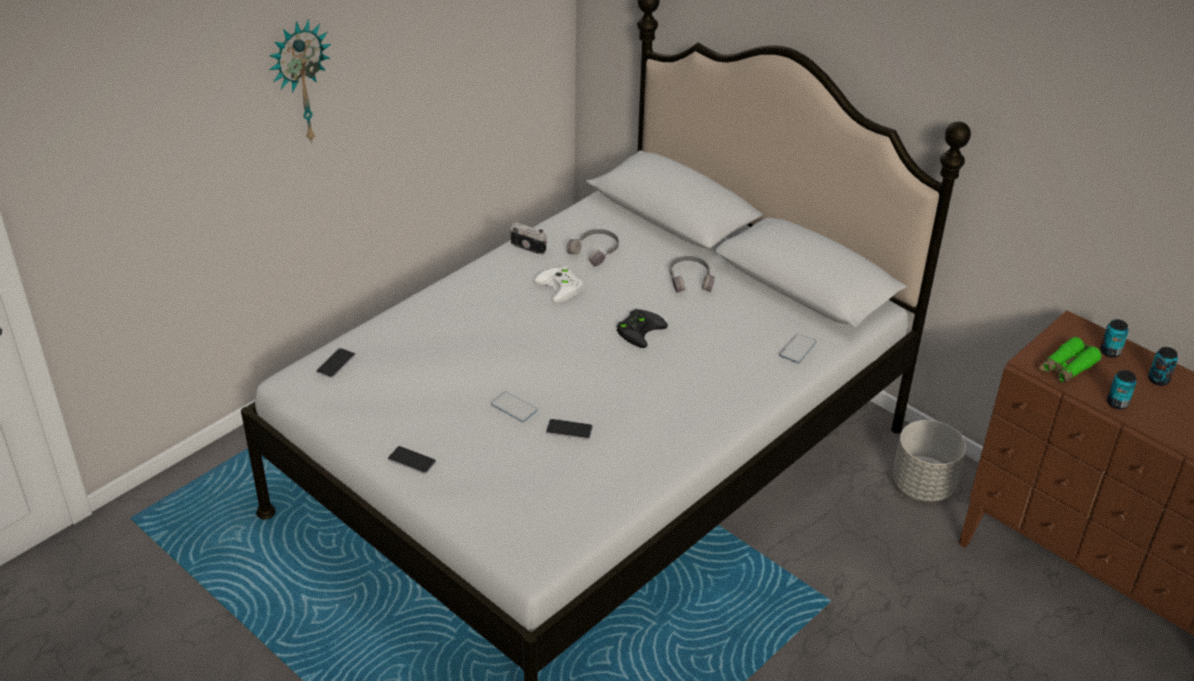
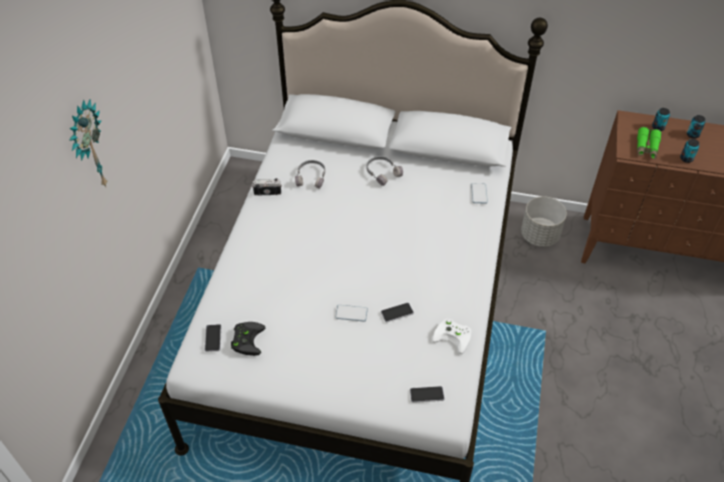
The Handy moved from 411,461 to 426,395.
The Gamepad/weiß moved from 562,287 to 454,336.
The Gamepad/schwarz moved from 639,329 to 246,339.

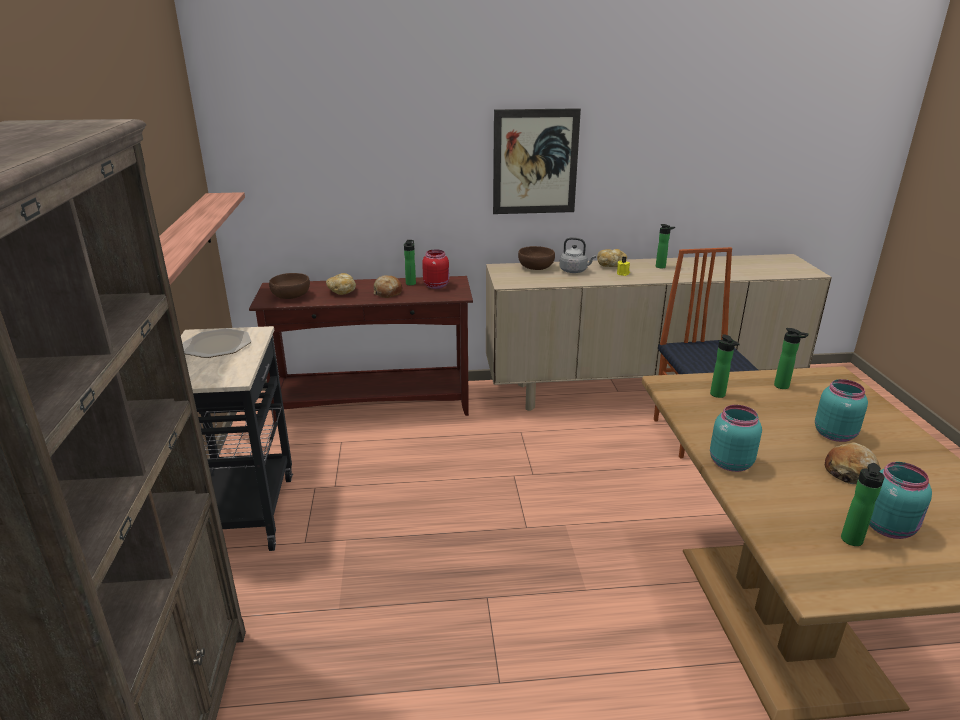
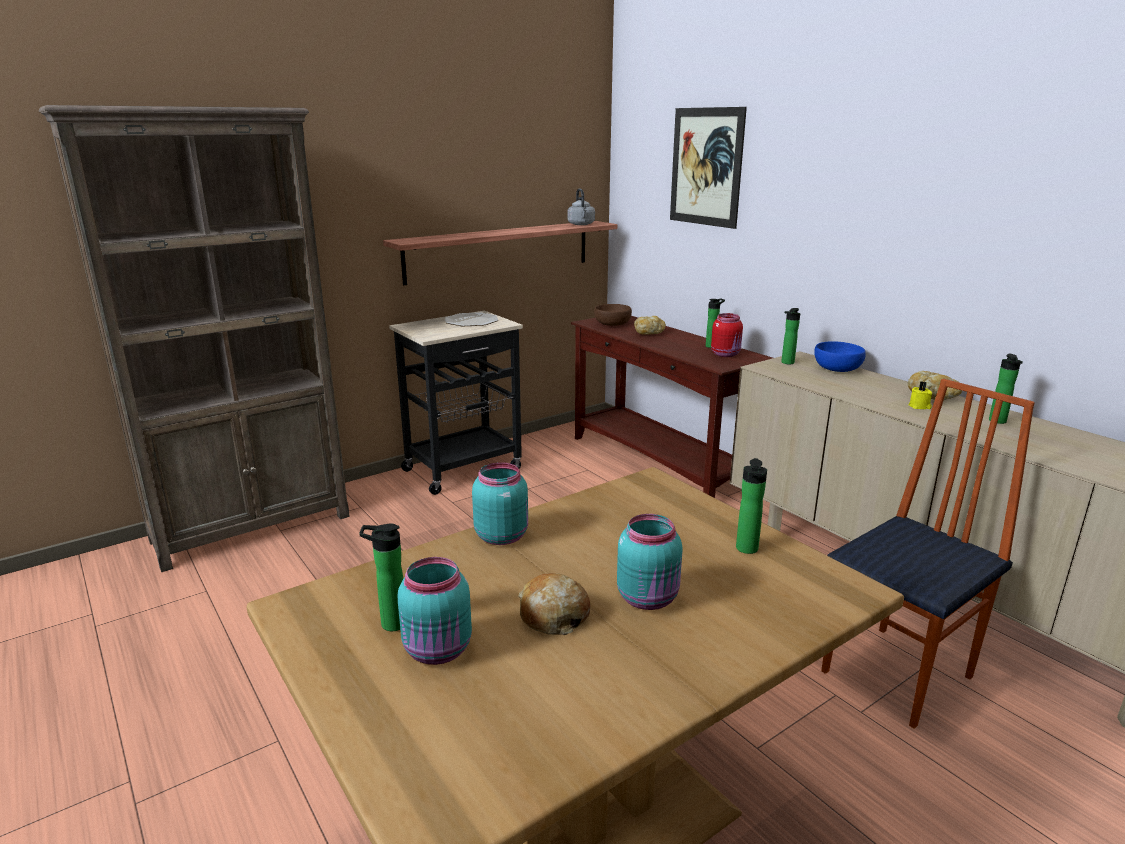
The Brot at 387,292 disappeared.
The Bild moved from 535,162 to 706,167.
The Wasserkessel/grau moved from 574,271 to 581,224.
The Flasche moved from 719,395 to 786,363.
The Schüssel/braun at 535,268 became the Schüssel/blau at 836,369.

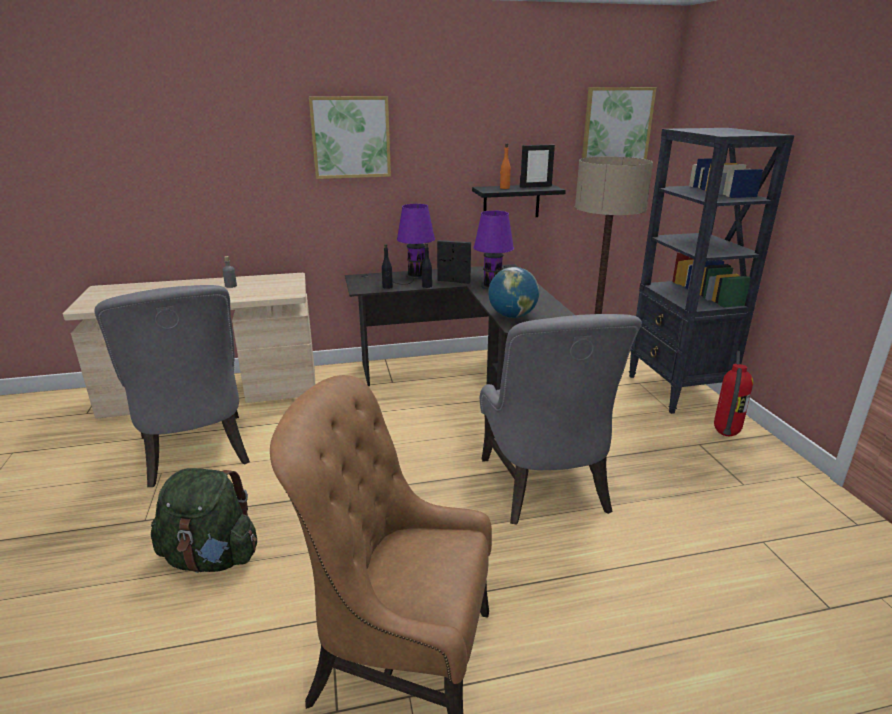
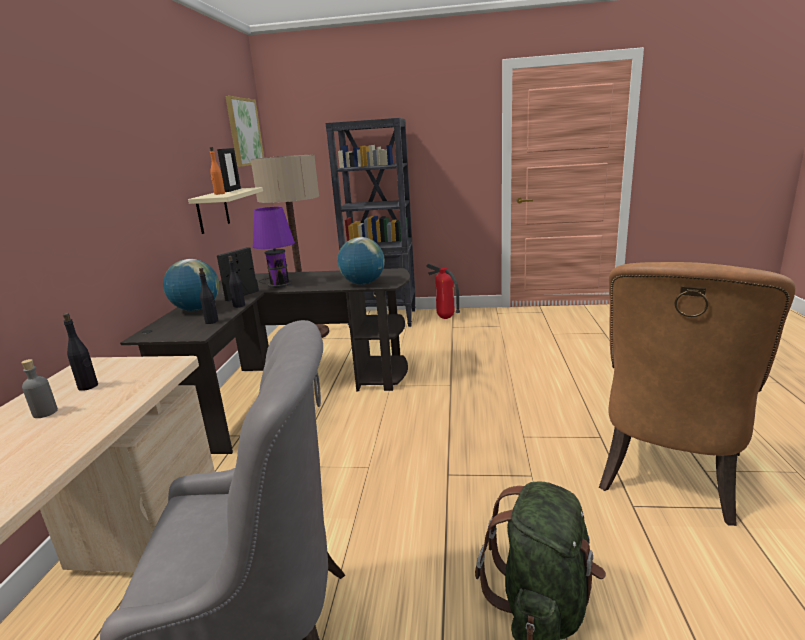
The Bild at 351,137 disappeared.
The Stuhl/grau at 545,485 disappeared.
The Flasche/schwarz at 88,386 appeared.
The Tischlampe/lila at 414,276 was replaced by the Globus at 196,309.
The Wandregal/schwarz at 511,202 became the Wandregal/beige at 213,211.

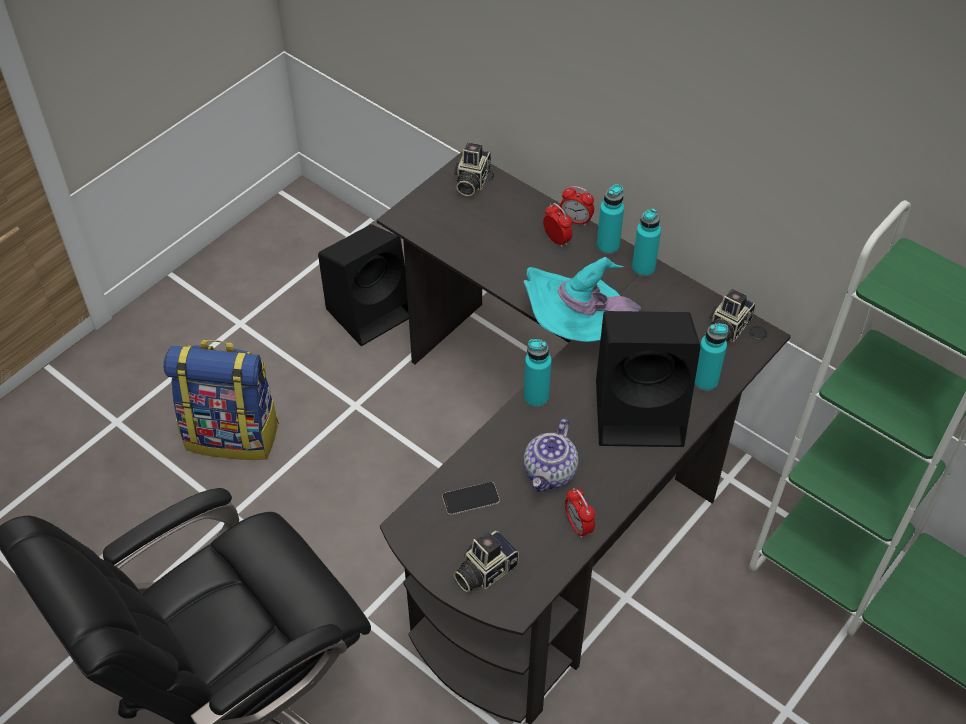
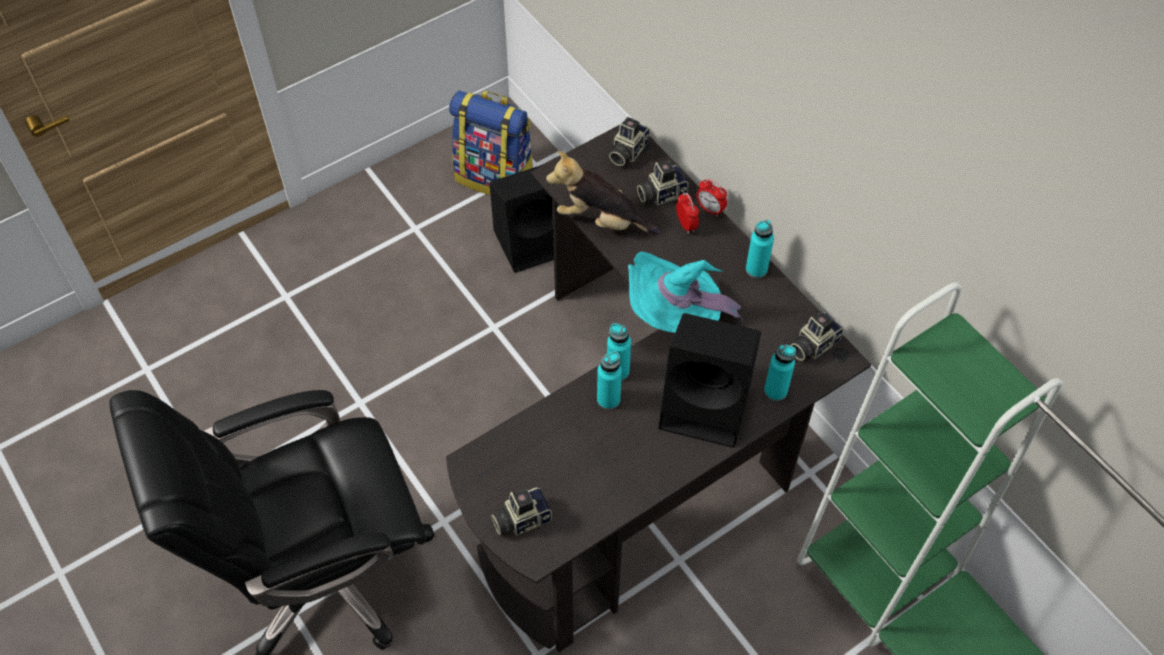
The Handy at 470,499 disappeared.
The Teekanne at 550,473 disappeared.
The Wecker at 578,526 disappeared.
The Plüschtier at 601,220 appeared.
The Kamera at 660,193 appeared.
The Rucksack moved from 233,434 to 496,177.
The Flasche/türkis moved from 608,246 to 608,399.

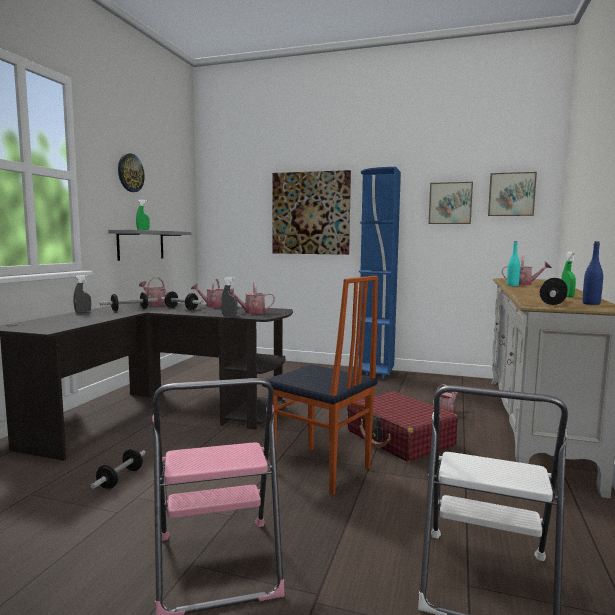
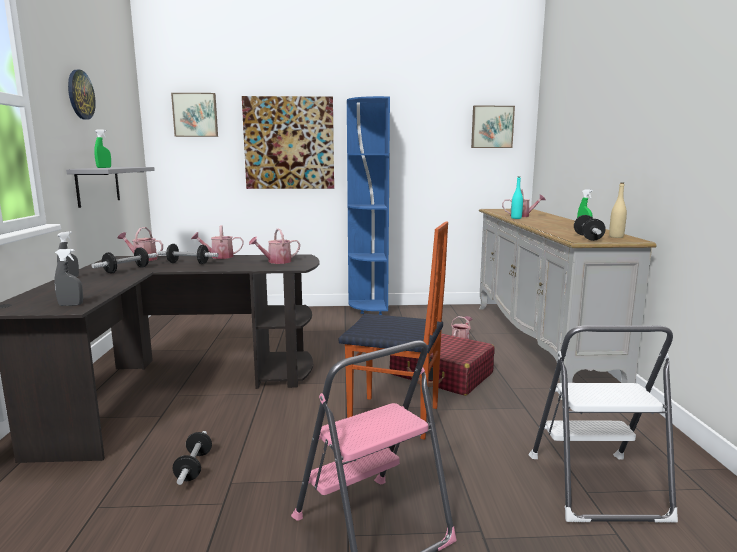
The Sprühflasche/grau moved from 229,315 to 71,305.
The Bild moved from 450,203 to 195,115.
The Flasche/blau at 591,304 became the Flasche/beige at 616,237.

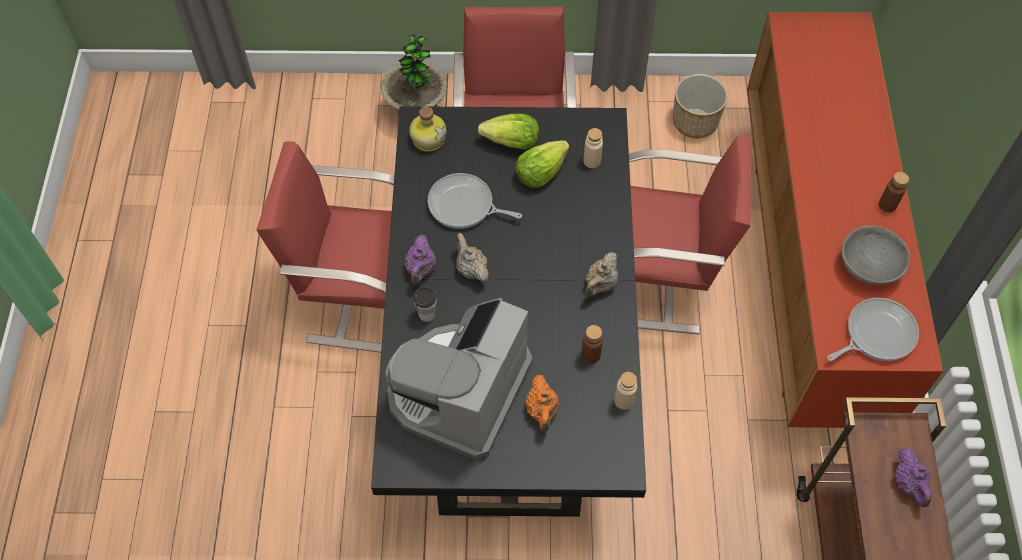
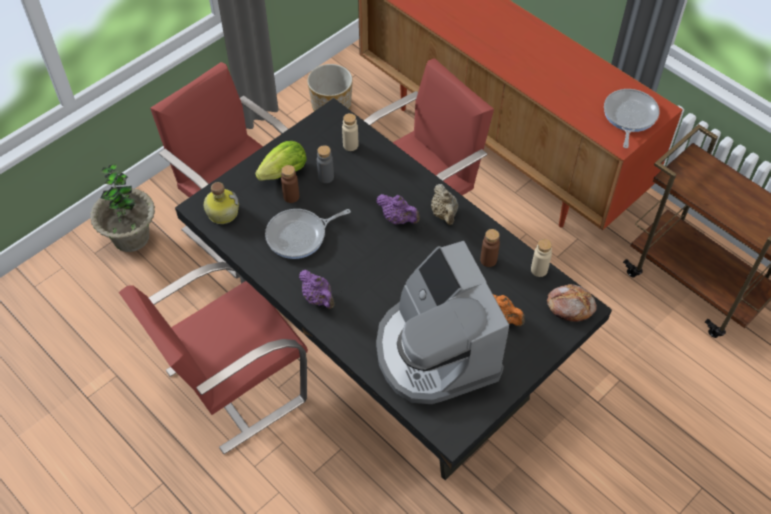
The Tasse at 427,314 disappeared.
The Teekanne/beige at 471,269 disappeared.
The Schüssel/grau at 870,266 disappeared.
The Brot at 570,306 appeared.
The Flasche/braun moved from 887,204 to 291,196.
The Teekanne/lila moved from 908,484 to 398,219.
The Salatkopf at 540,173 was replaced by the Flasche/grau at 326,177.

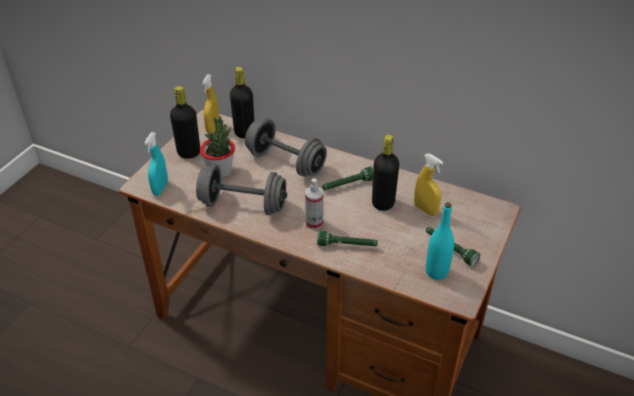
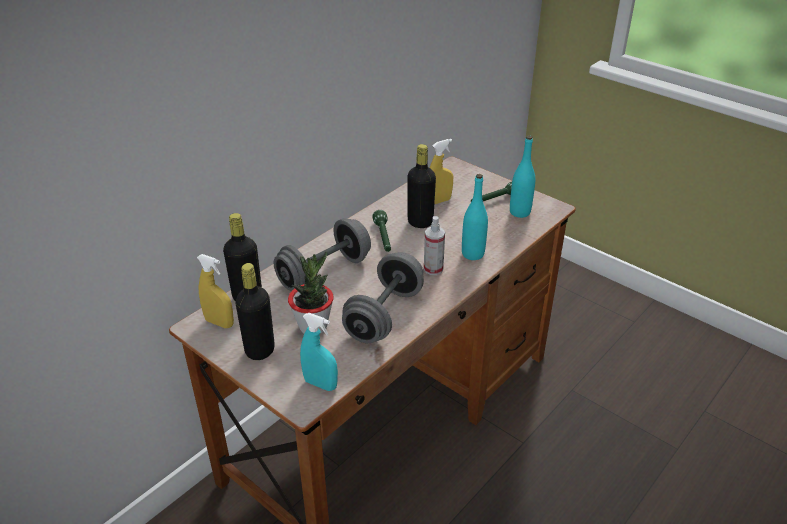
The Taschenlampe/grün at 347,245 was replaced by the Flasche/türkis at 472,254.

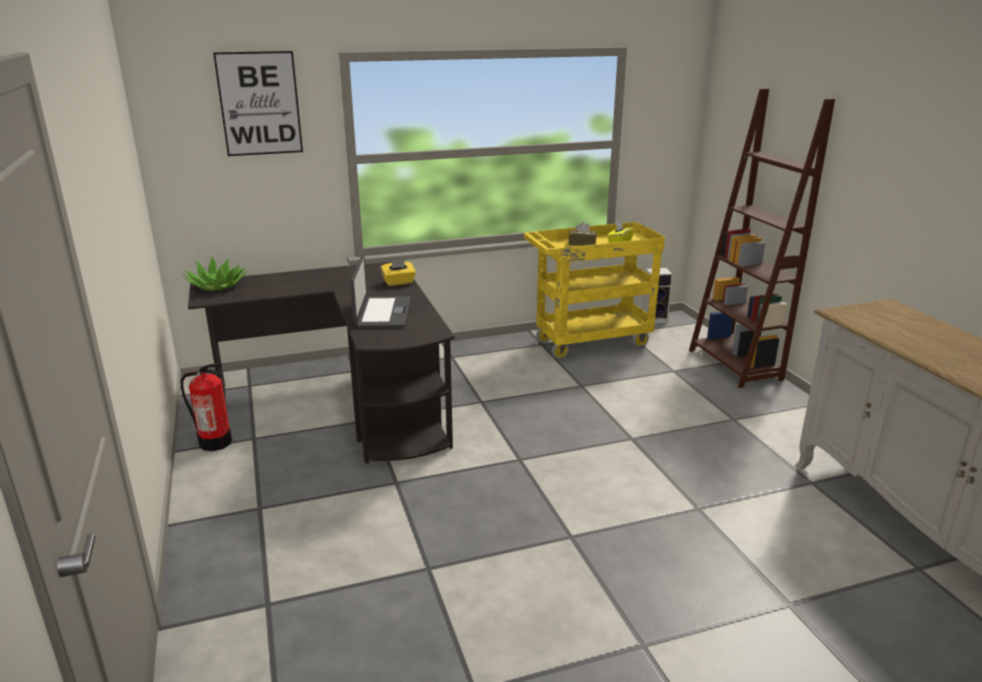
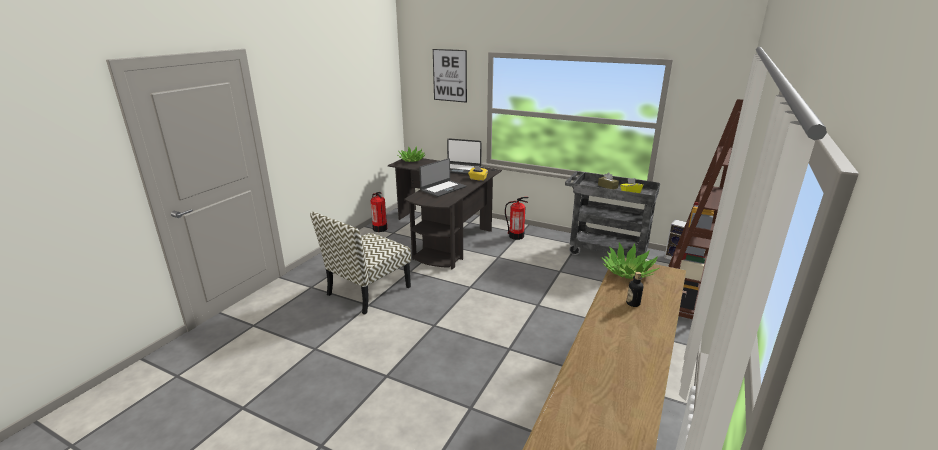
The Stuhl at 368,291 appeared.
The Laptop at 460,169 appeared.
The Feuerlöscher at 516,236 appeared.
The Topfpflanze at 628,272 appeared.
The Flasche at 633,303 appeared.
The Rollwagen/gelb at 587,344 became the Rollwagen/schwarz at 603,254.

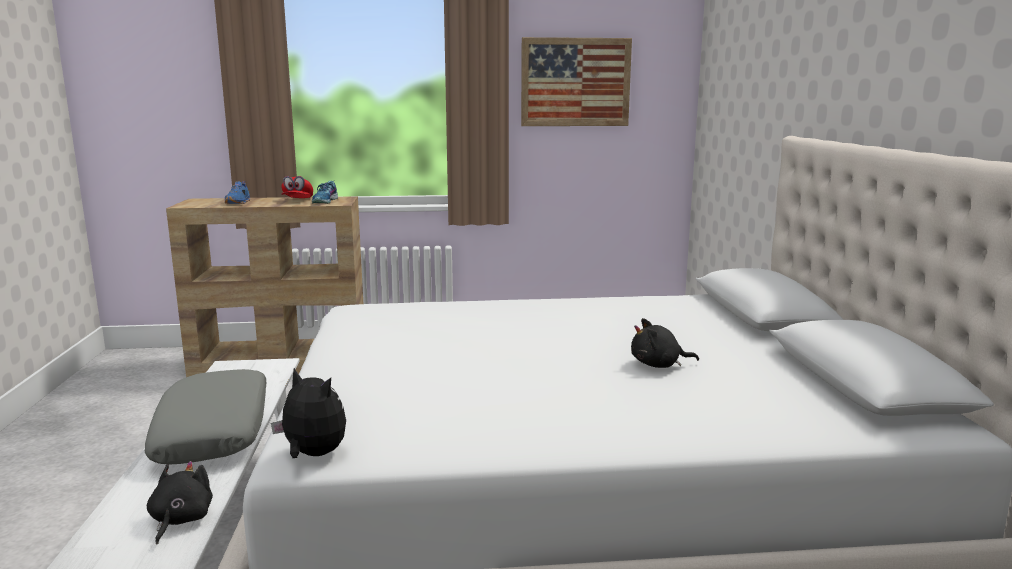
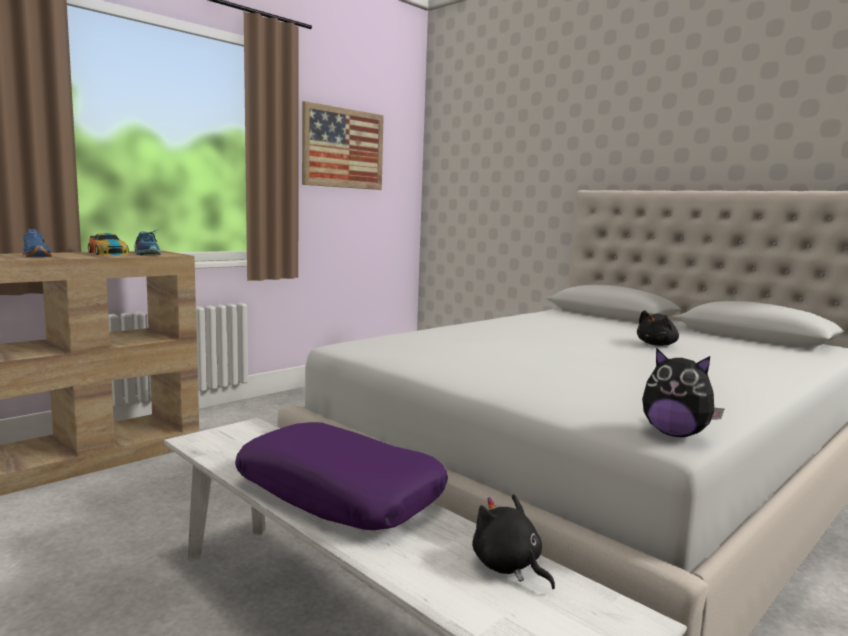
The Kappe/rot at 297,200 was replaced by the Spielzeugauto at 108,253.
The Kissen/grau at 215,431 became the Kissen/lila at 339,493.
The Plüschtier at 312,455 turned 135 degrees counterclockwise.

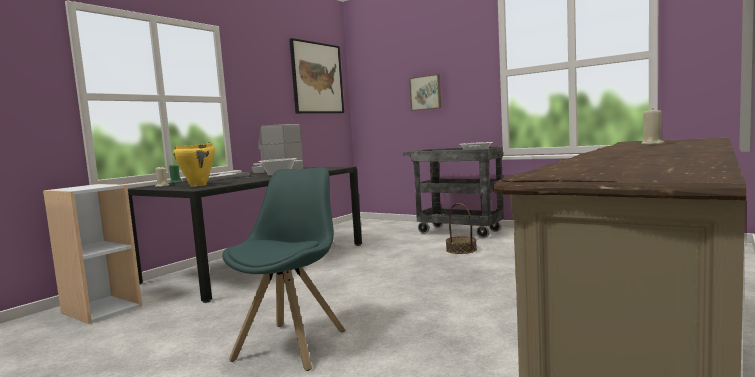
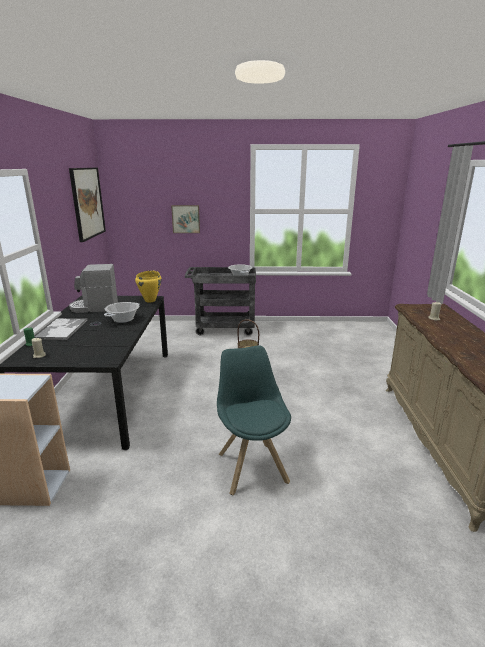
The Kochtopf/gelb moved from 198,185 to 150,300.

